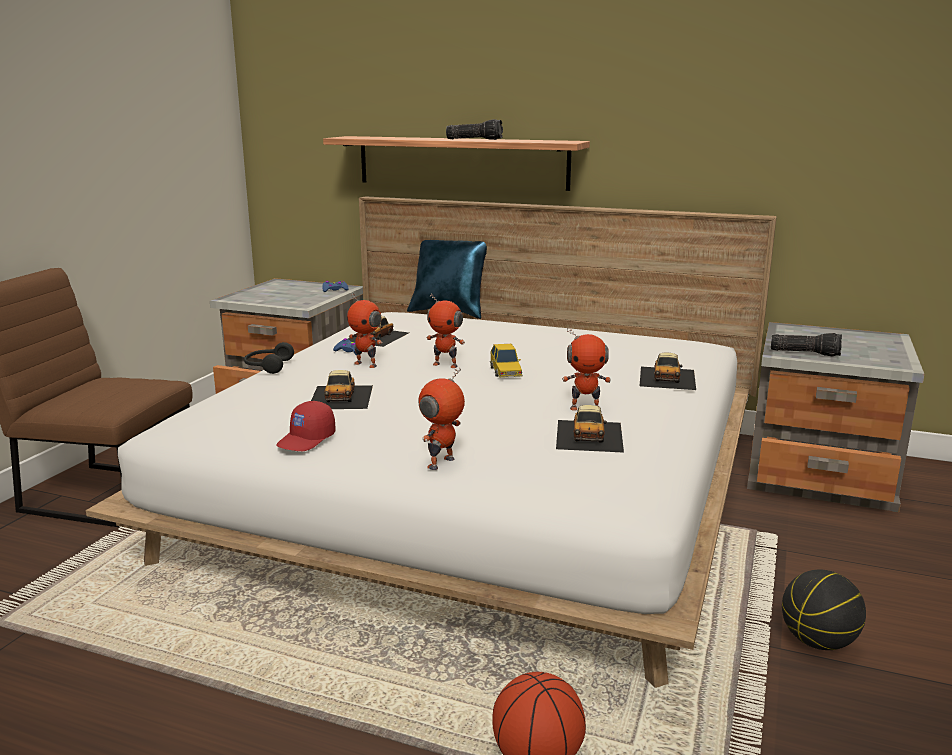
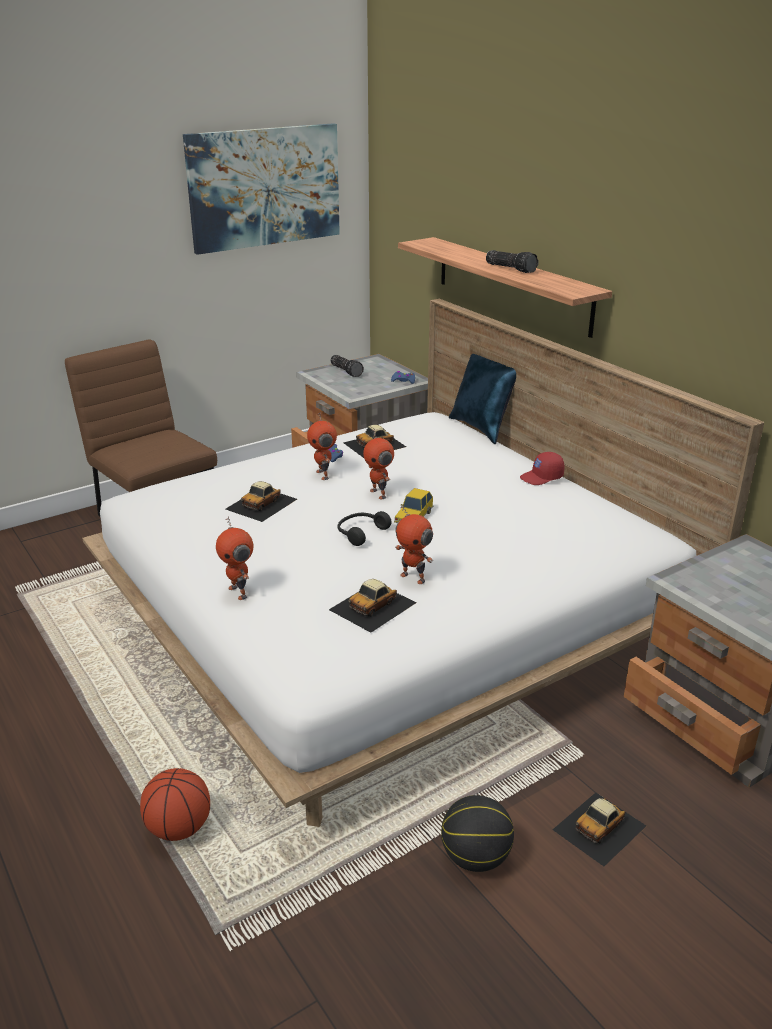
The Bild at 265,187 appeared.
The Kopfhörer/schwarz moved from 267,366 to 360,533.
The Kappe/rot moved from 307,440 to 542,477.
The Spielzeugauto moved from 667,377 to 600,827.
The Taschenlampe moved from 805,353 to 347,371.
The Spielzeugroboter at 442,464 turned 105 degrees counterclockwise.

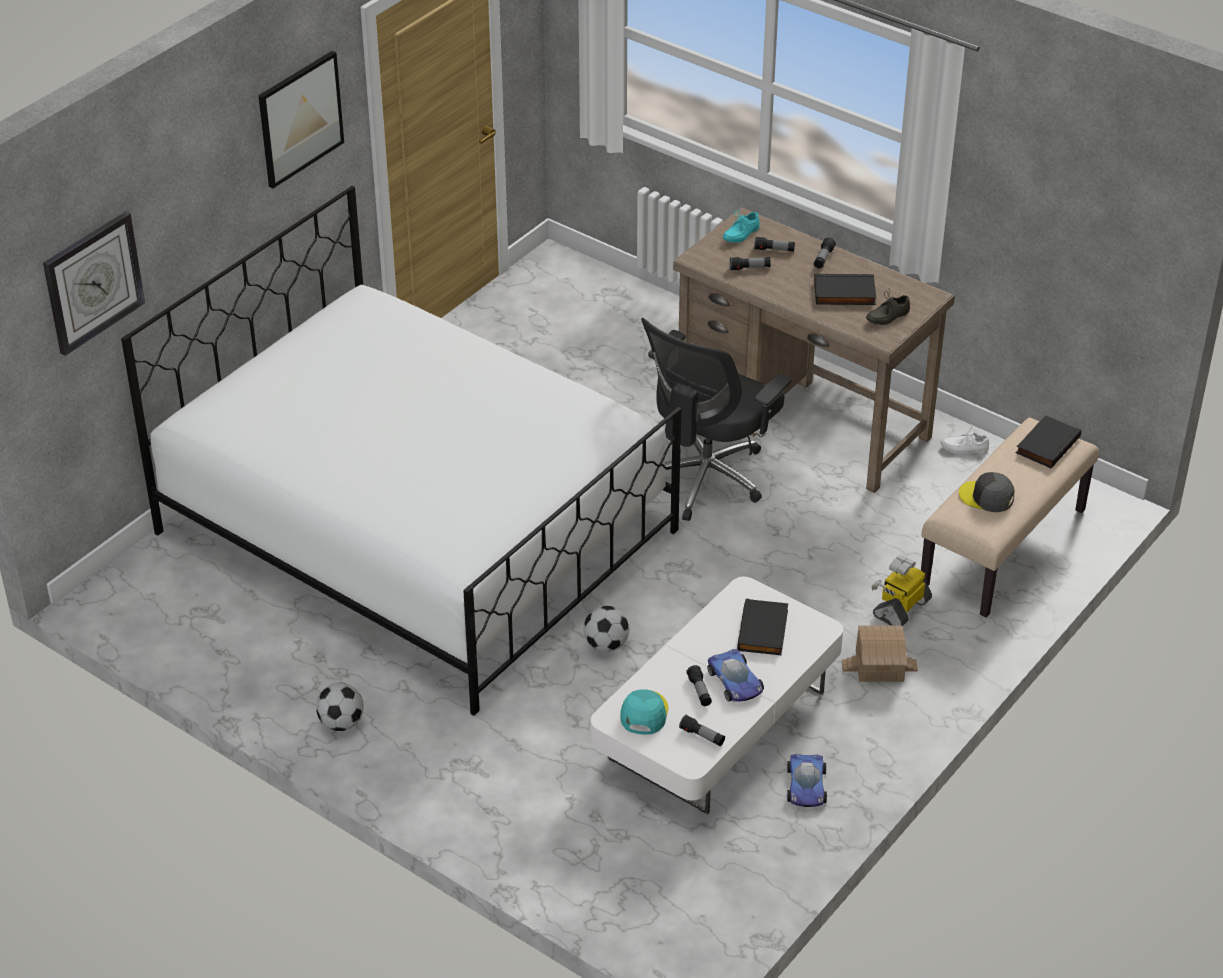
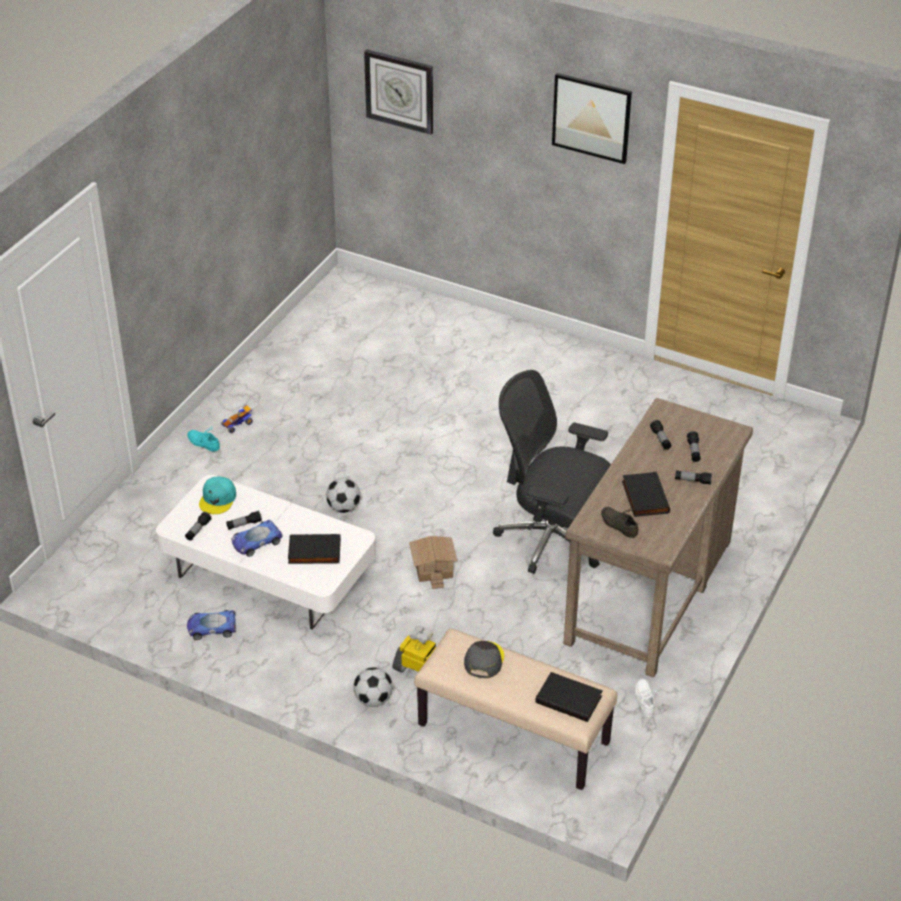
The Bett/weiß at 415,531 disappeared.
The Spielzeugauto at 237,424 appeared.
The Fußball moved from 341,723 to 373,700.
The Schuh/türkis moved from 739,234 to 204,442.
The Spielzeughaus moved from 879,665 to 434,567.
The Kappe/türkis at 644,713 turned 105 degrees clockwise.

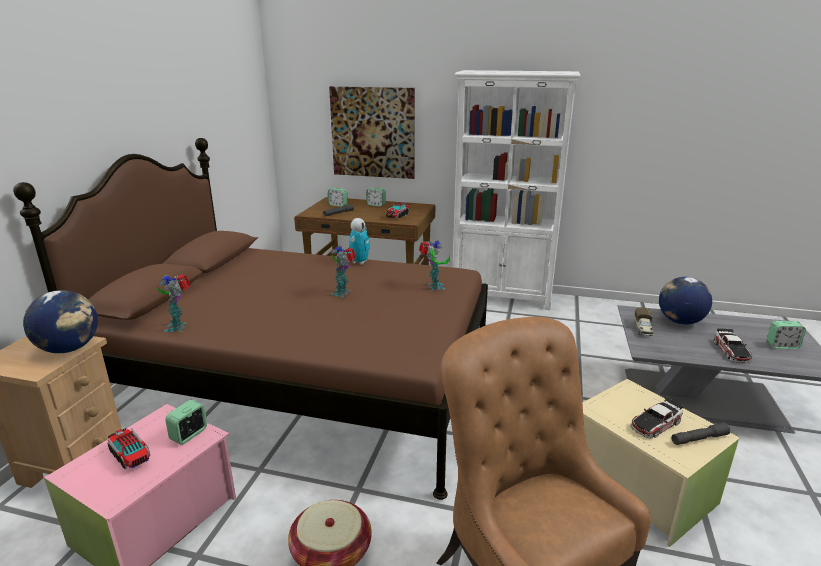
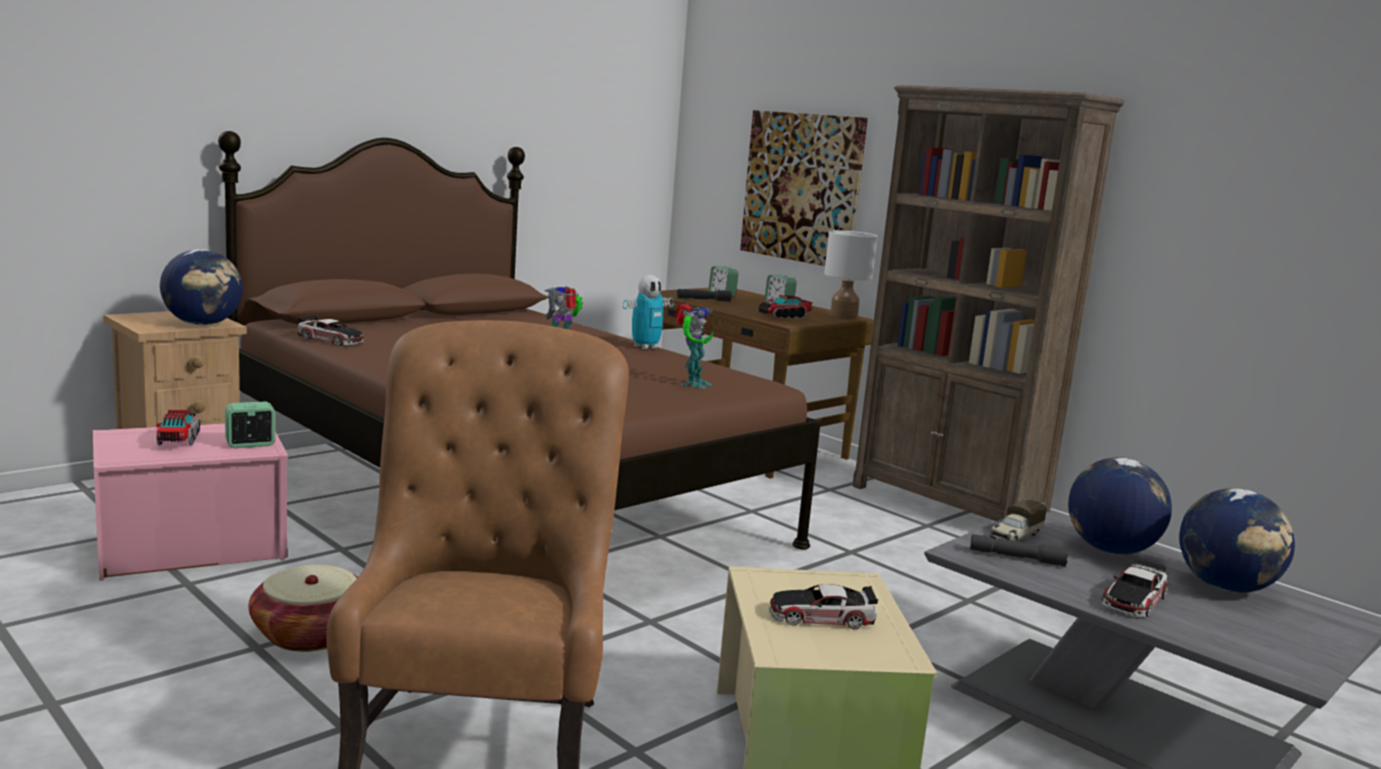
The Wecker at 782,345 disappeared.
The Tischlampe/weiß at 843,316 appeared.
The Globus at 1226,588 appeared.
The Taschenlampe/grau moved from 699,439 to 1017,558.
The Spielzeugroboter at 178,326 was replaced by the Spielzeugauto at 331,340.
The Bücherregal/weiß at 502,297 became the Bücherregal/braun at 947,506.

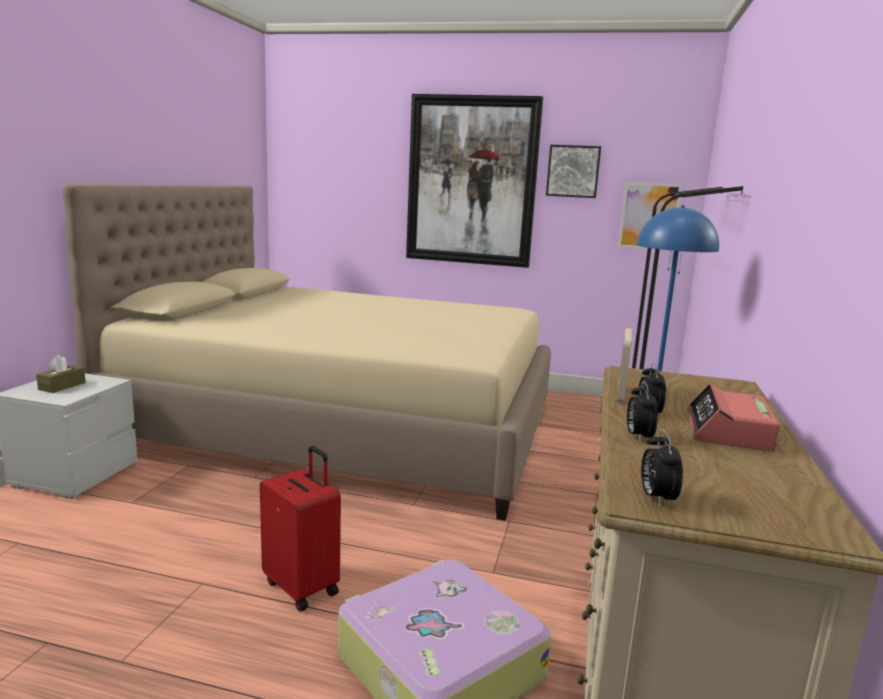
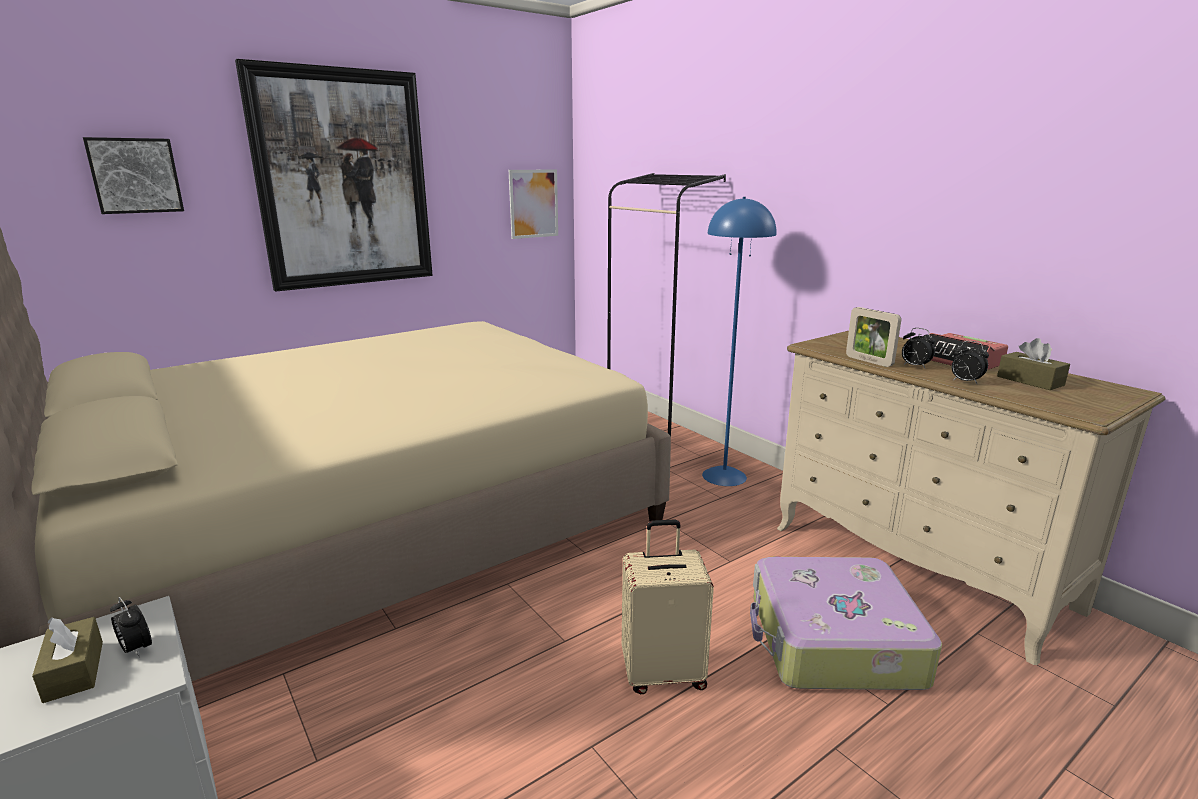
The Taschentuchbox/braun at 1030,381 appeared.
The Bild moved from 573,171 to 135,175.
The Wecker moved from 656,498 to 136,649.
The Koffer/rot at 303,587 became the Koffer/beige at 663,673.

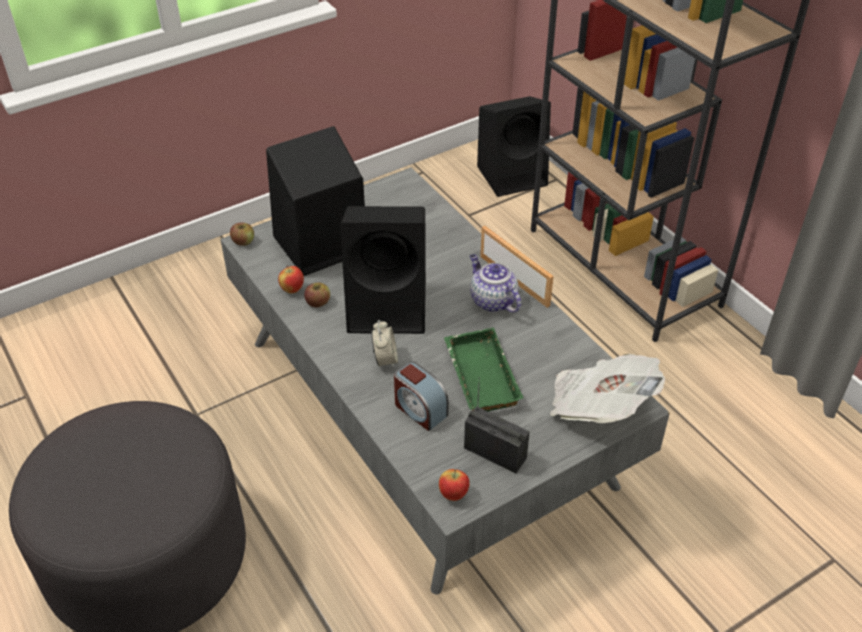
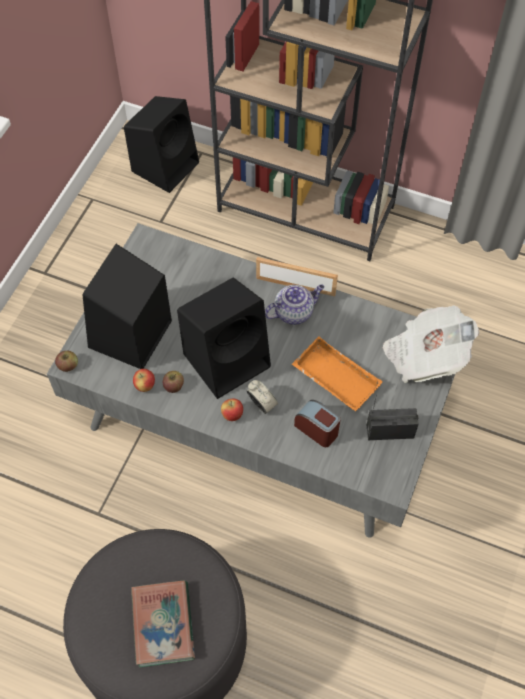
The Buch at 163,624 appeared.
The Apfel moved from 453,494 to 232,415.
The Tablett/grün at 478,376 became the Tablett/orange at 333,379.
The Wecker at 419,409 turned 150 degrees counterclockwise.
The Teekanne at 492,301 turned 135 degrees clockwise.

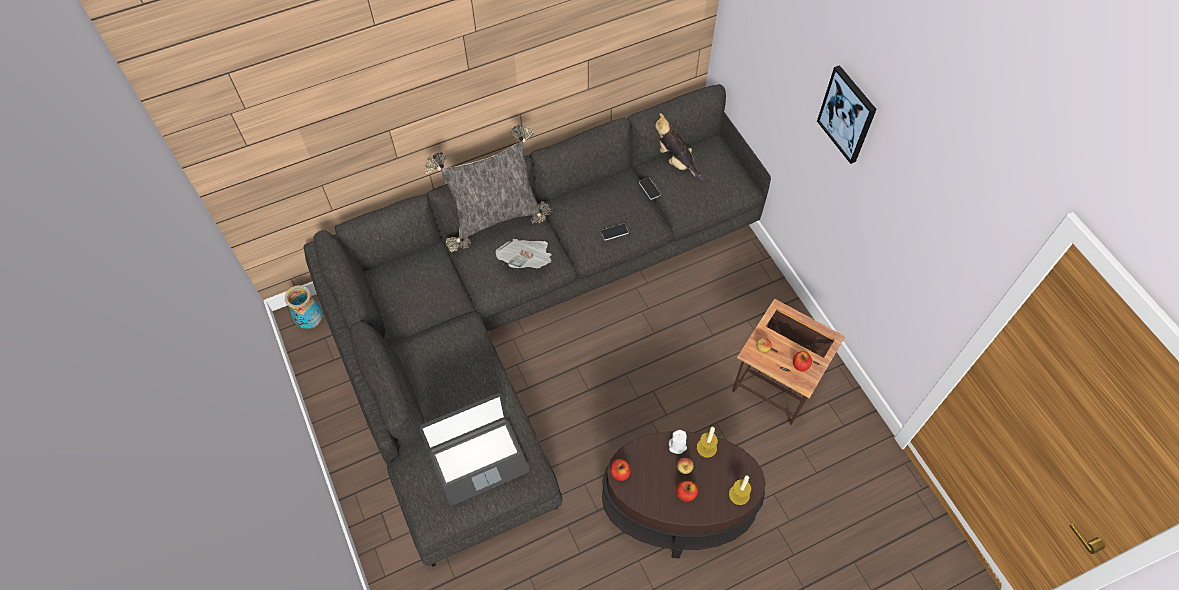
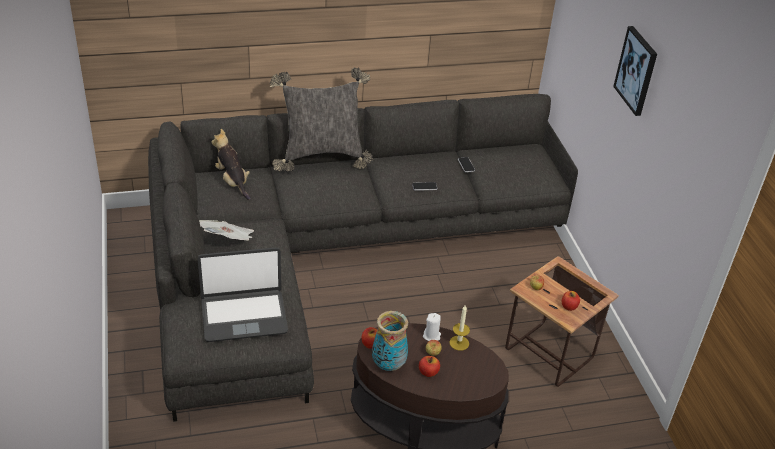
The Kerze at 739,494 disappeared.
The Vase moved from 310,321 to 388,365.
The Zeitung moved from 527,261 to 228,241.
The Plüschtier moved from 675,161 to 232,182.

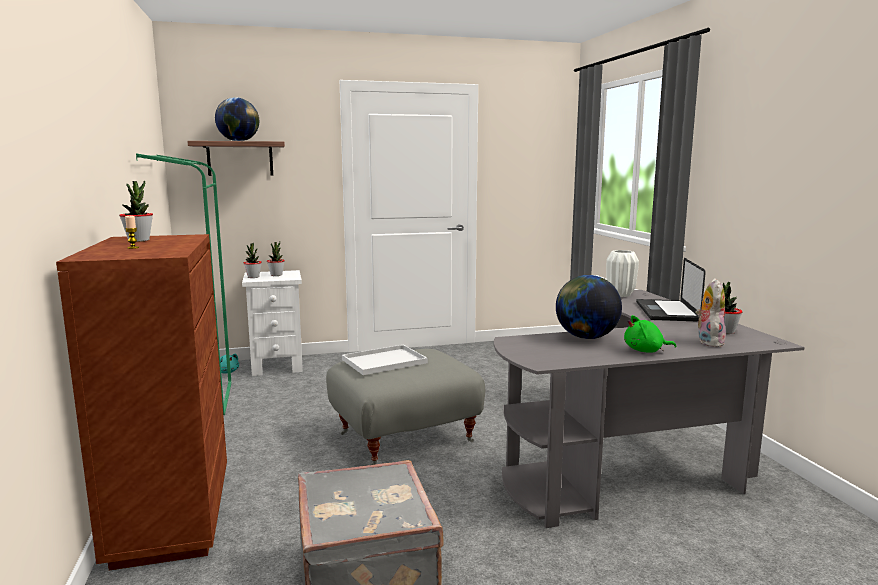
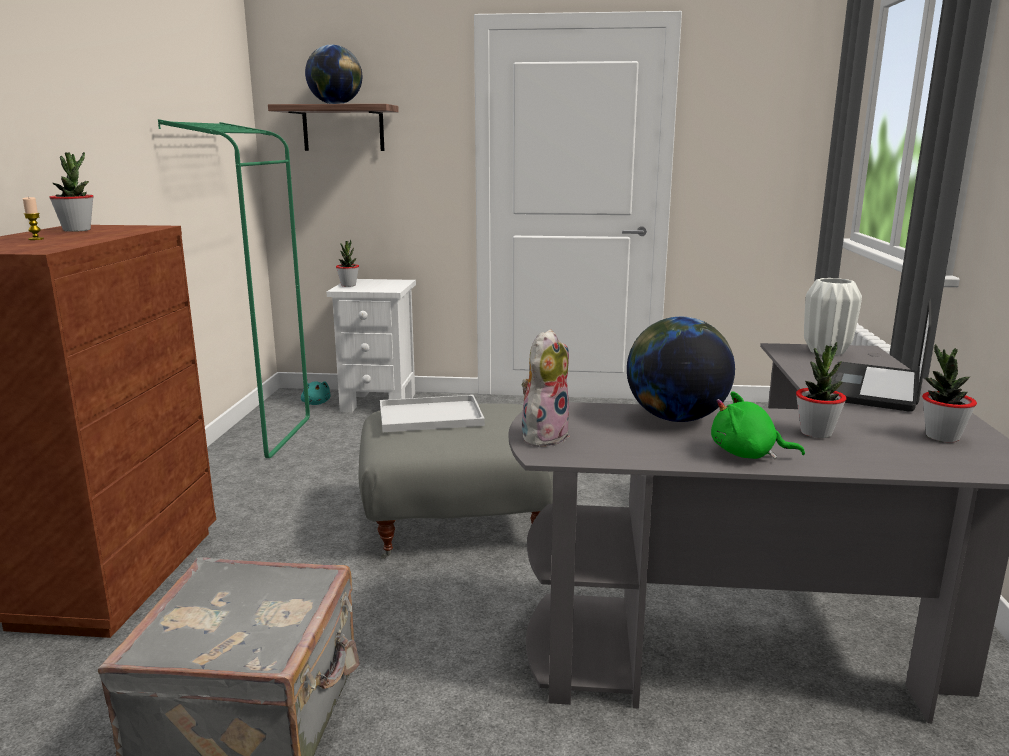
The Topfpflanze moved from 276,275 to 816,433.
The Plüschtier moved from 708,342 to 543,436.

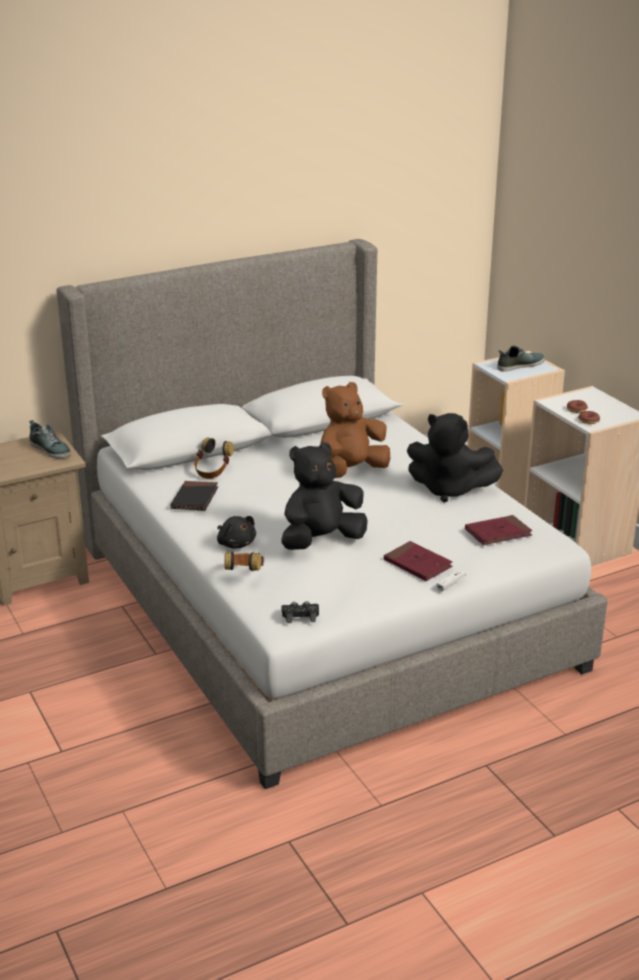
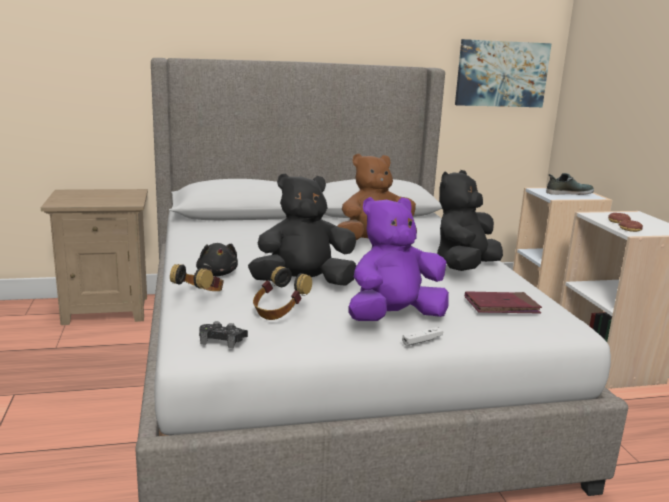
The Schuh at 50,449 disappeared.
The Buch/schwarz at 194,499 disappeared.
The Bild at 501,74 appeared.
The Kopfhörer moved from 213,472 to 279,312.
The Buch/rot at 417,564 was replaced by the Plüschtier/lila at 394,318.
The Plüschtier/schwarz at 449,490 turned 90 degrees clockwise.

